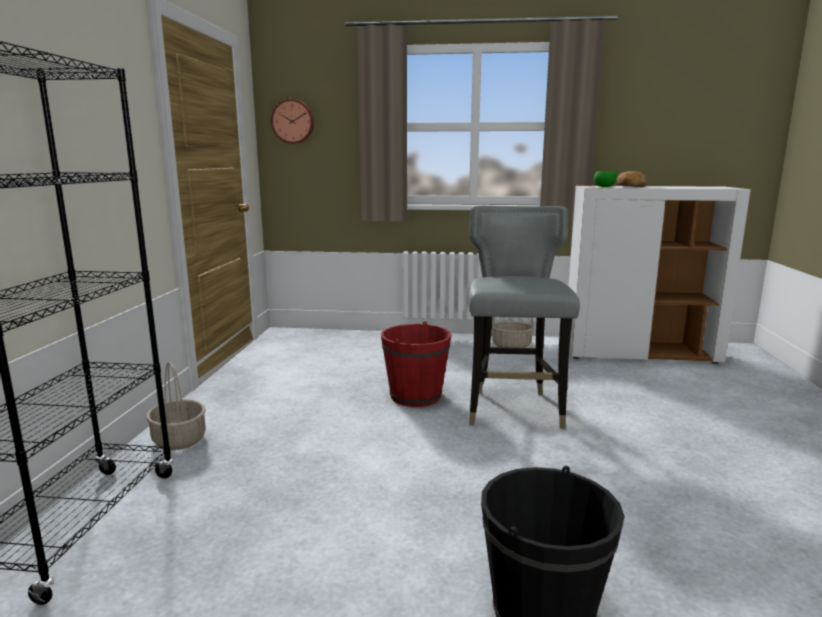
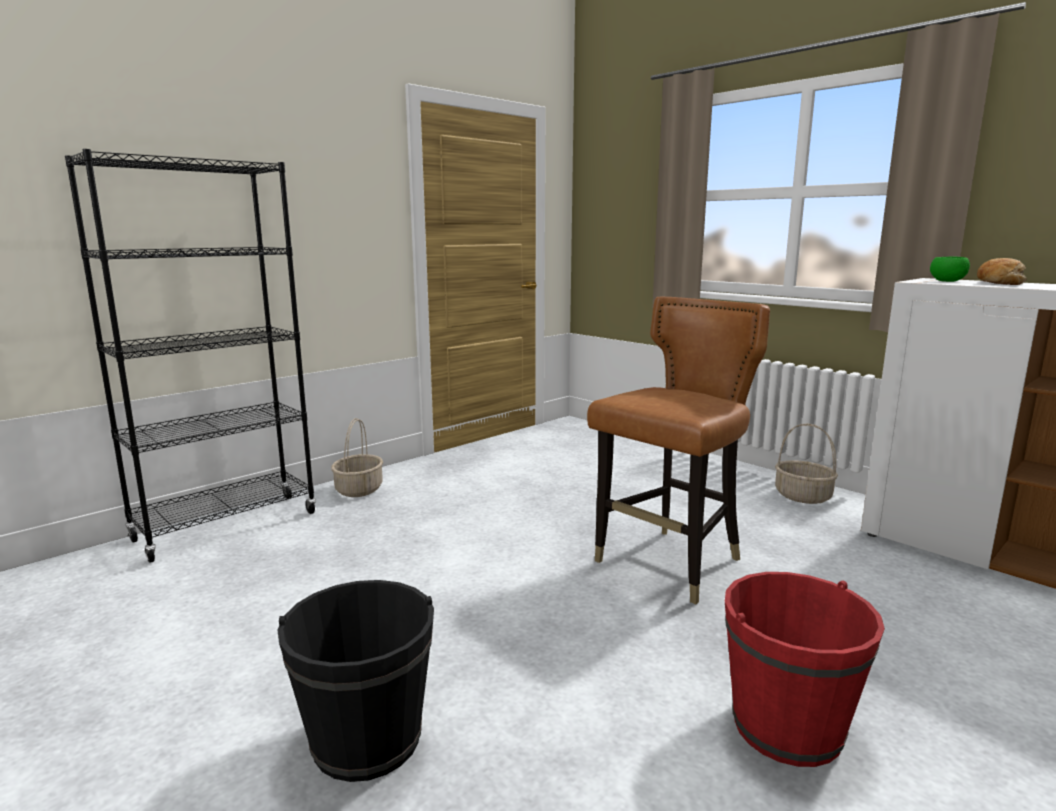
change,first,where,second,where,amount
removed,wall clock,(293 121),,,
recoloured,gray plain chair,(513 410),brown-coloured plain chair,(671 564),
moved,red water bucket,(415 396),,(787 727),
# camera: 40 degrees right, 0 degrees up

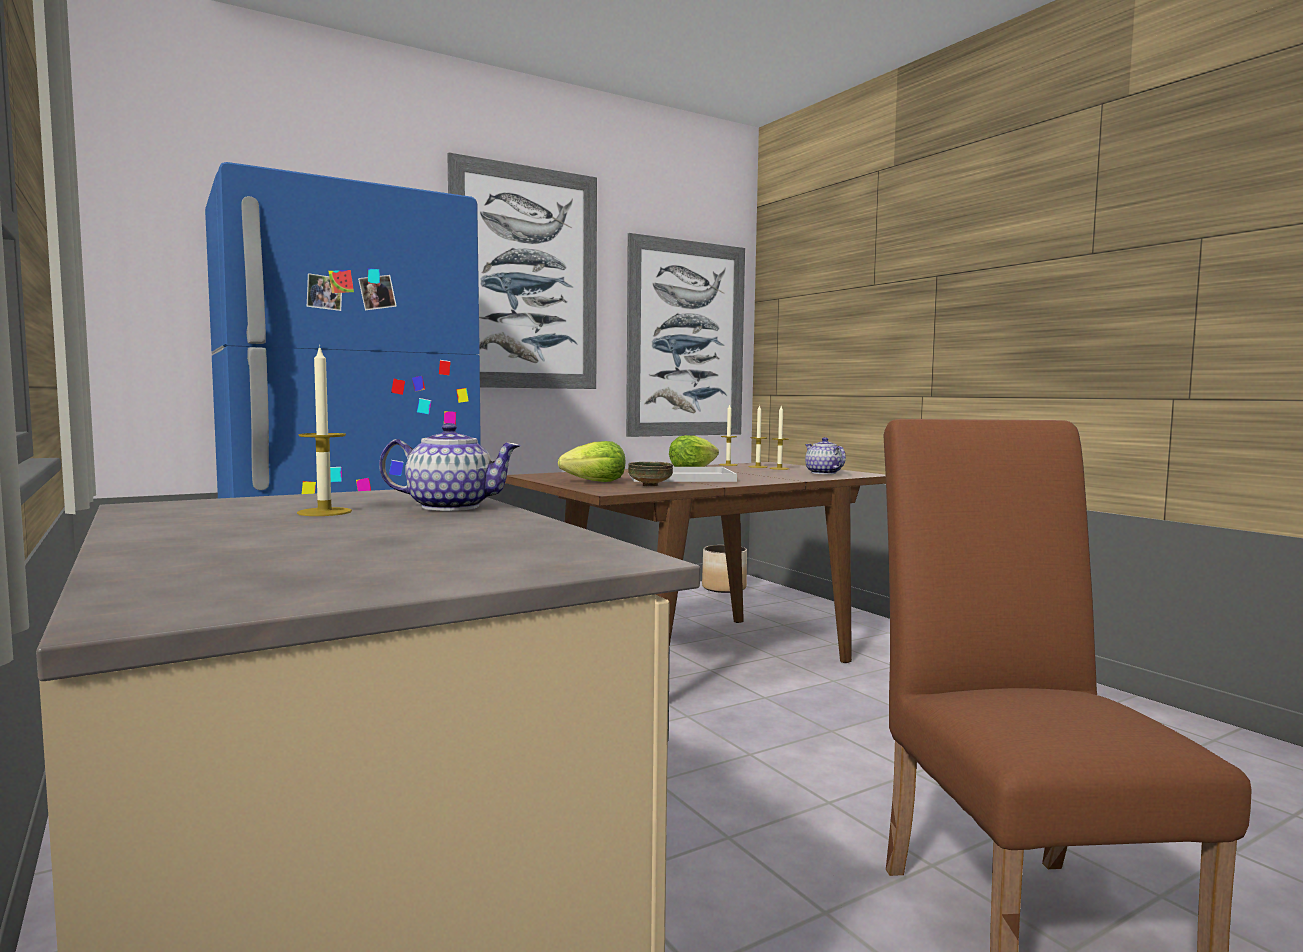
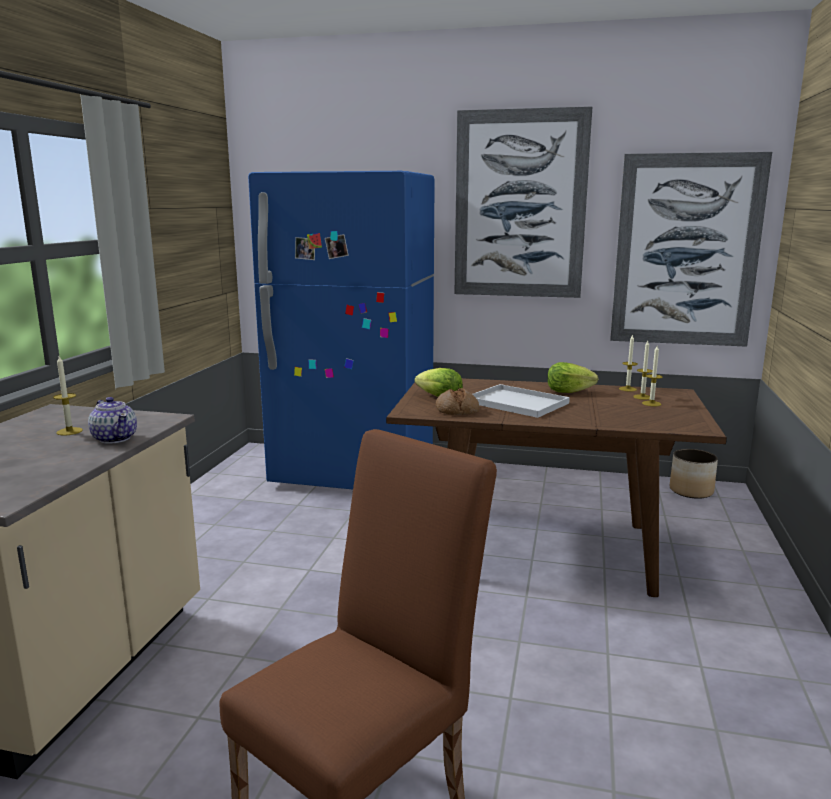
change,first,where,second,where,amount
removed,teapot,(823 473),,,
replaced,serving bowl,(650 485),baked bread,(457 410),
# camera: 45 degrees right, 10 degrees up

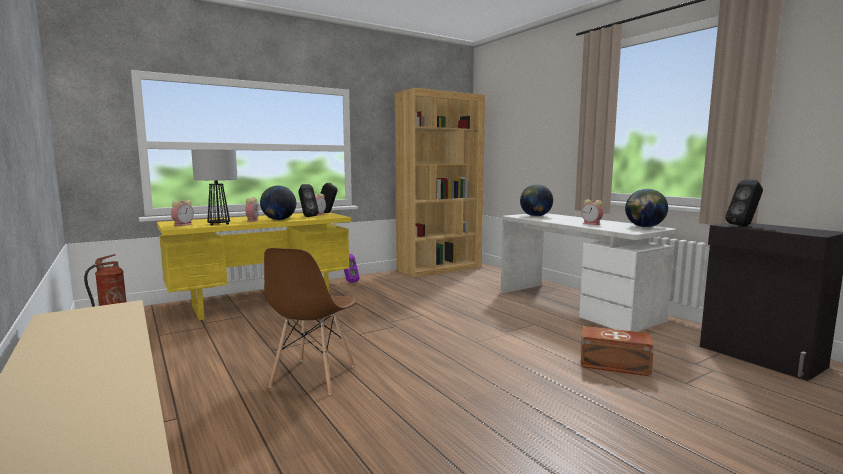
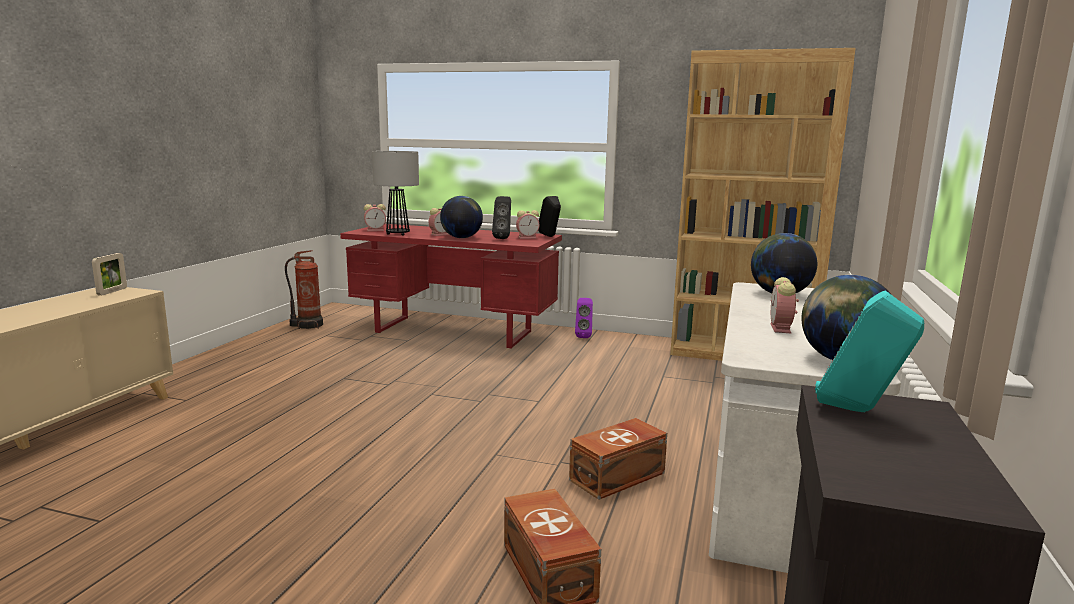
change,first,where,second,where,amount
recoloured,black audio speaker,(744 226),blue-green audio speaker,(859 411),
recoloured,yellow-coloured desk unit,(263 302),red desk unit,(455 331),
removed,brown-coloured plain chair,(313 377),,,
added,,,standing frame,(112 291),
added,,,brown-coloured storage box,(619 476),
# camera: 50 degrees right, 5 degrees up

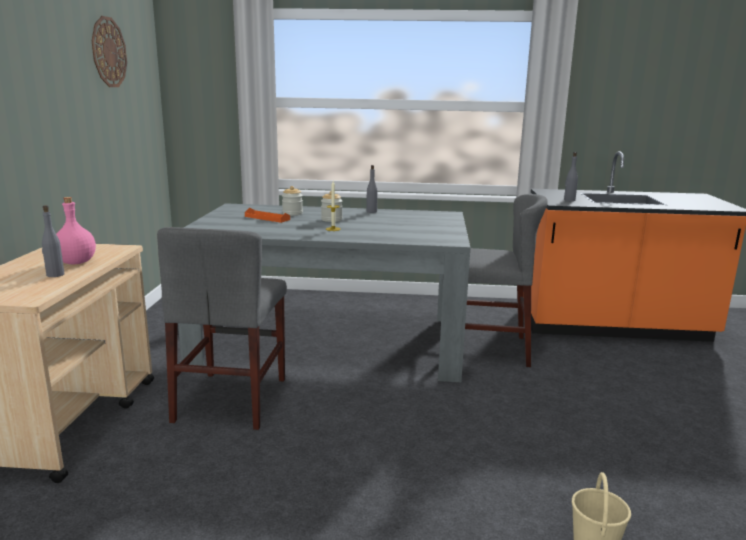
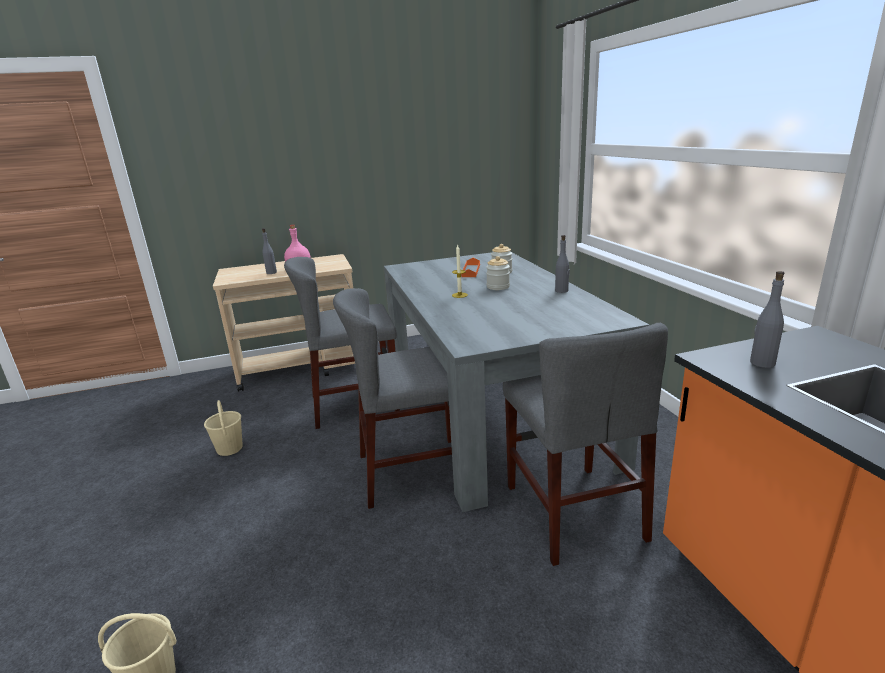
change,first,where,second,where,amount
removed,wall clock,(108 52),,,
added,,,gray plain chair,(414 470),
added,,,beige-coloured water bucket,(229 448),
# camera: 70 degrees right, 5 degrees up

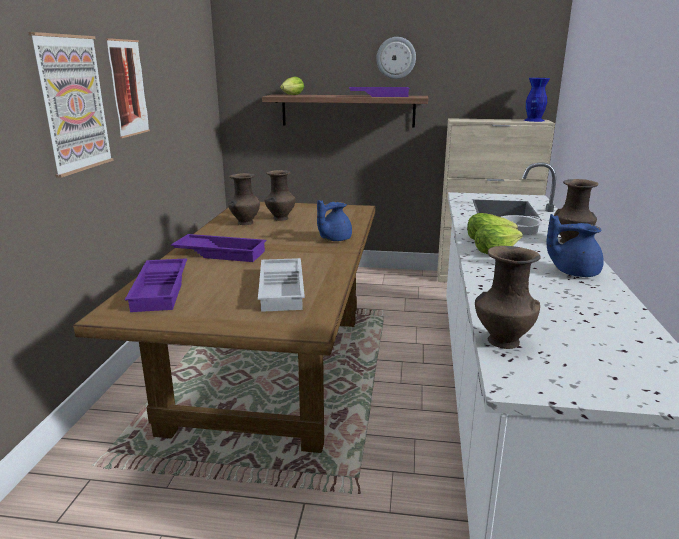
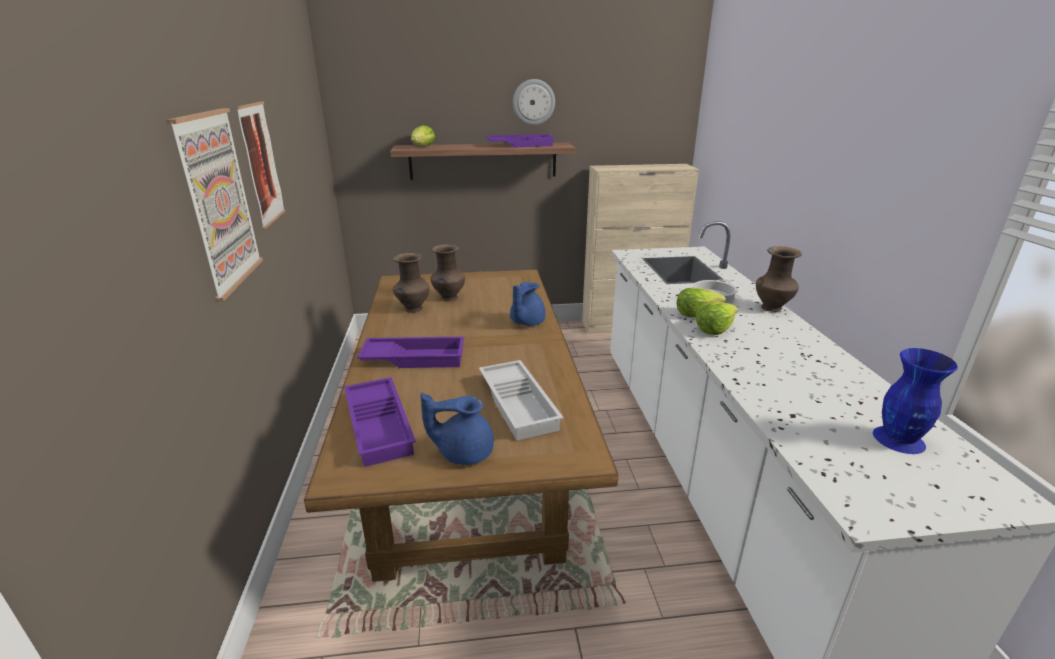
change,first,where,second,where,amount
moved,blue flower vase,(534 120),,(899 440),
moved,blue teapot,(573 272),,(463 452),
removed,brown-coloured flower vase,(501 341),,,
# camera: 15 degrees left, 5 degrees up

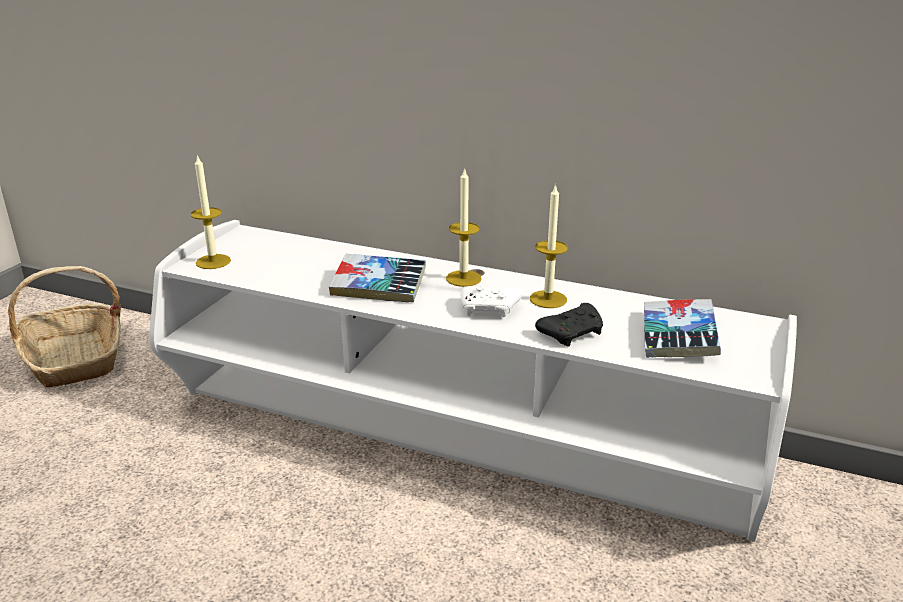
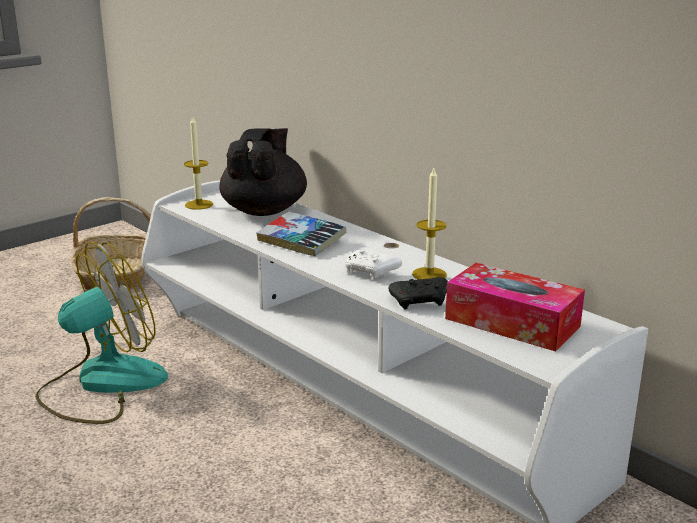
change,first,where,second,where,amount
removed,candle,(463 278),,,
replaced,book,(678 337),tissue holder,(512 322),
added,,,black teapot,(264 210),
added,,,electric fan,(102 384),
# camera: 25 degrees right, 5 degrees down

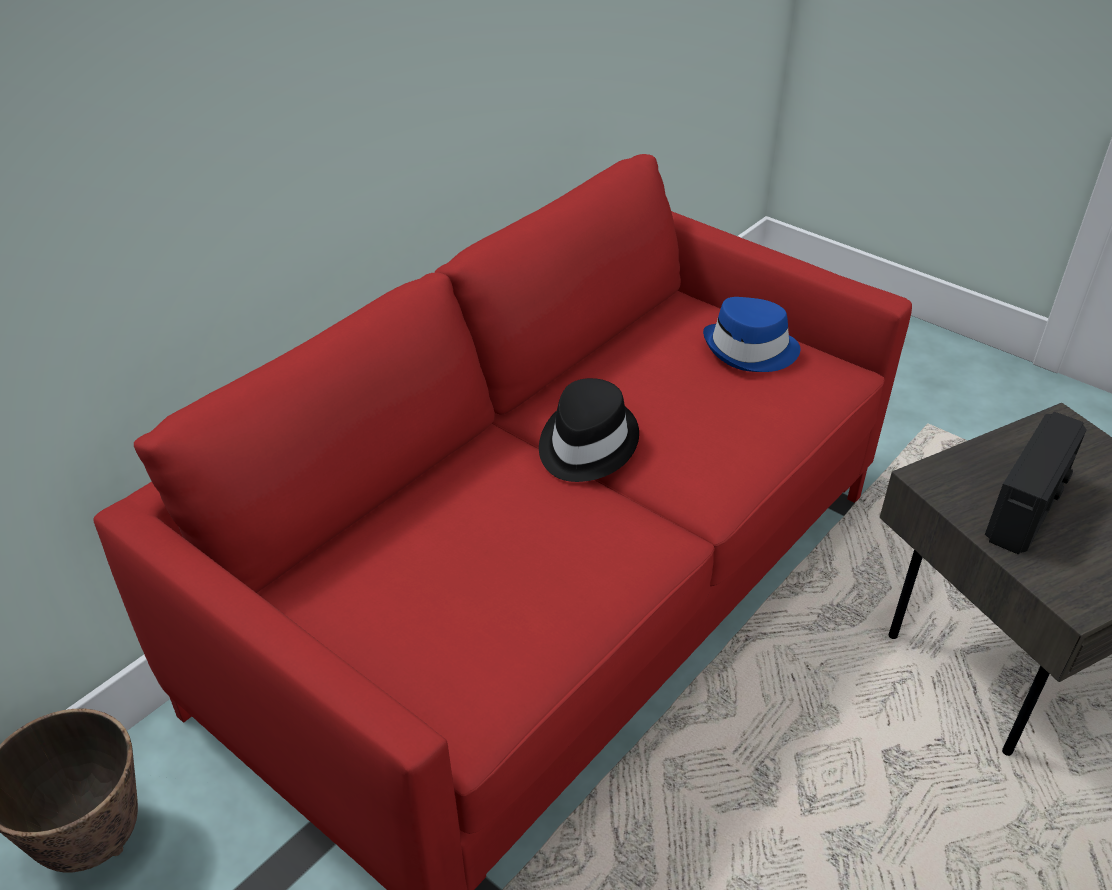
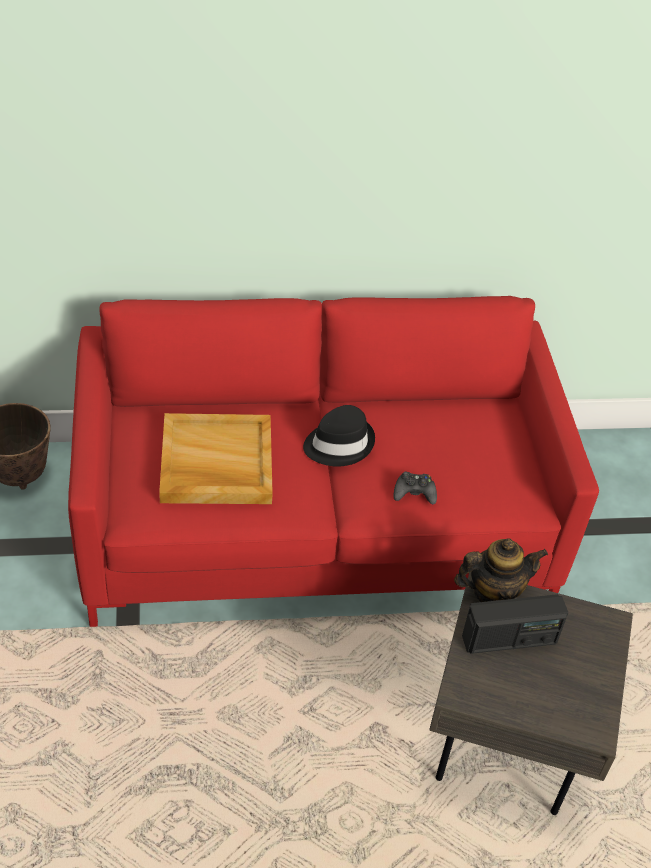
change,first,where,second,where,amount
removed,blue wearable hat,(751 350),,,
added,,,beige-coloured serving tray,(215 463),
added,,,black gamepad,(414 492),
added,,,teapot,(493 592),
# camera: 40 degrees right, 5 degrees up

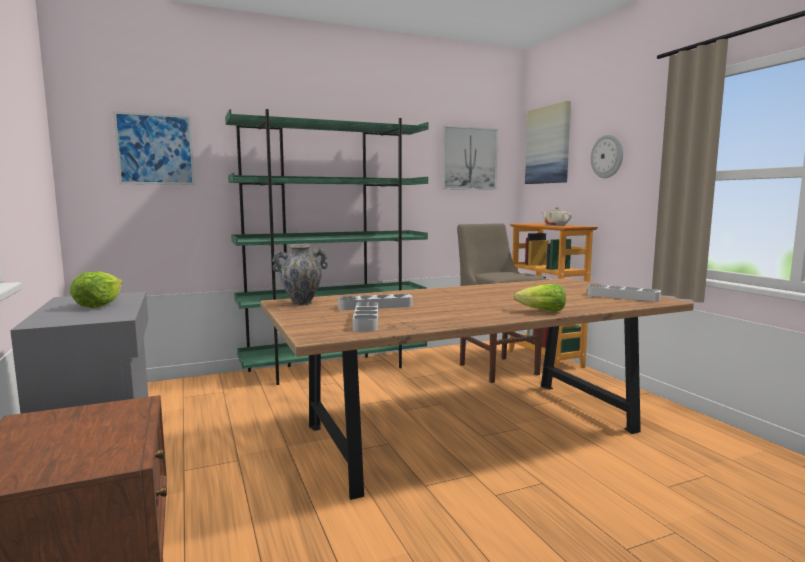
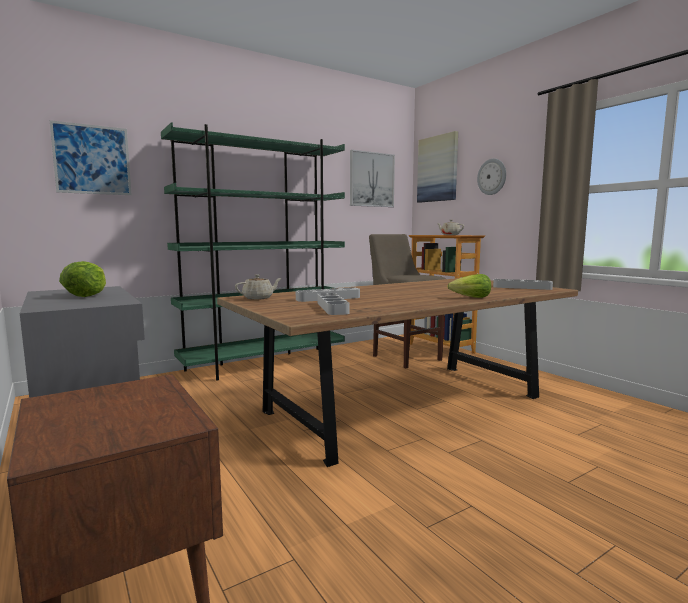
change,first,where,second,where,amount
replaced,flower vase,(301 303),beige-coloured teapot,(258 298),
# camera: 10 degrees left, 0 degrees up

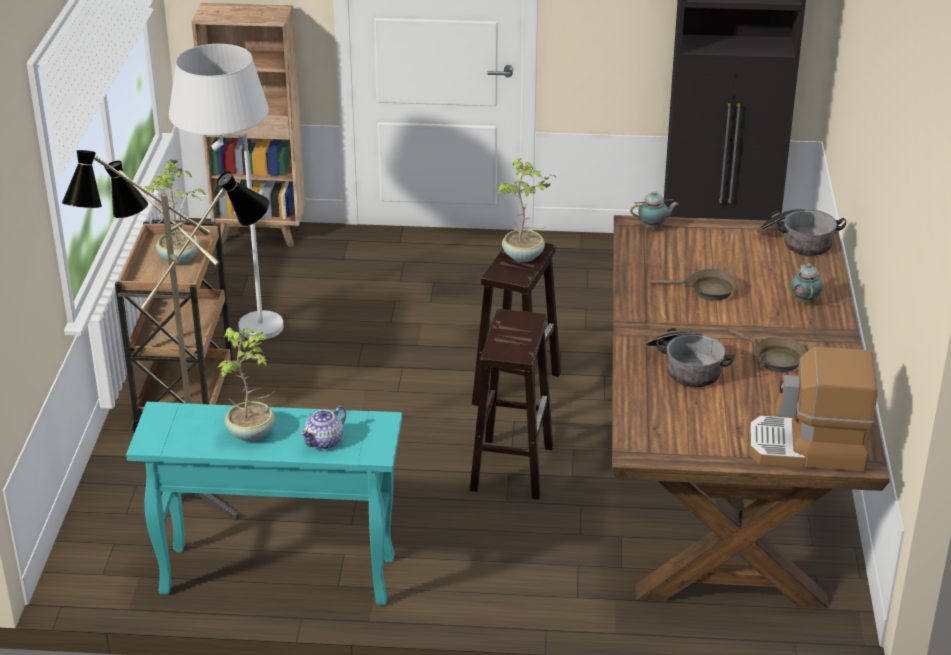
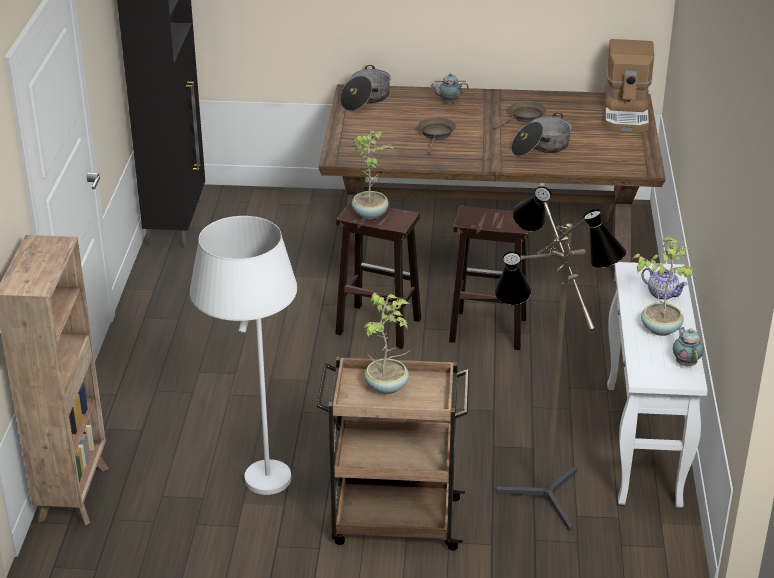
change,first,where,second,where,amount
moved,teapot,(653 228),,(685 363),
recoloured,blue-green hall table,(276 576),whitish hall table,(643 445),
# camera: 90 degrees left, 0 degrees up

